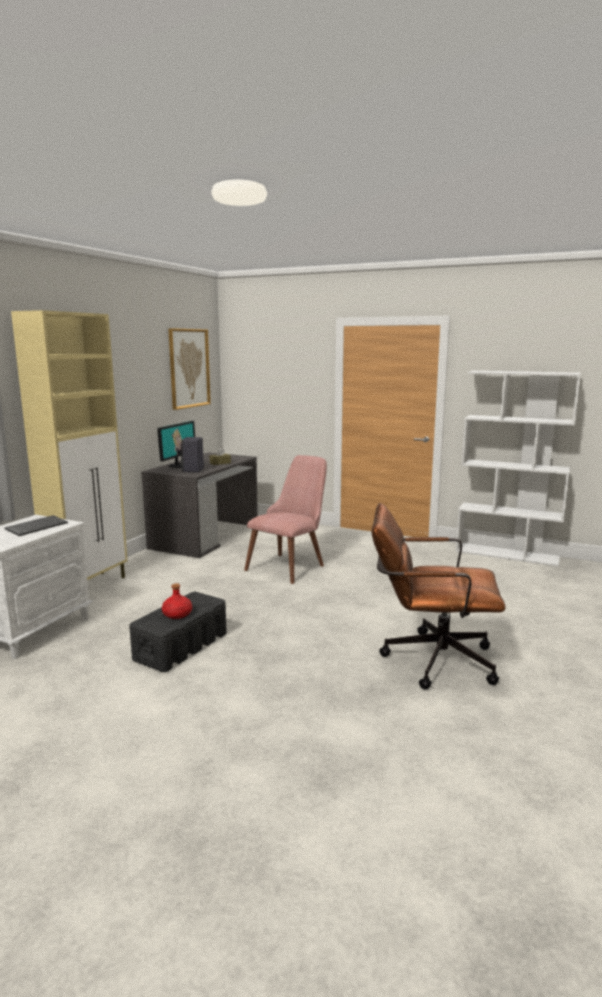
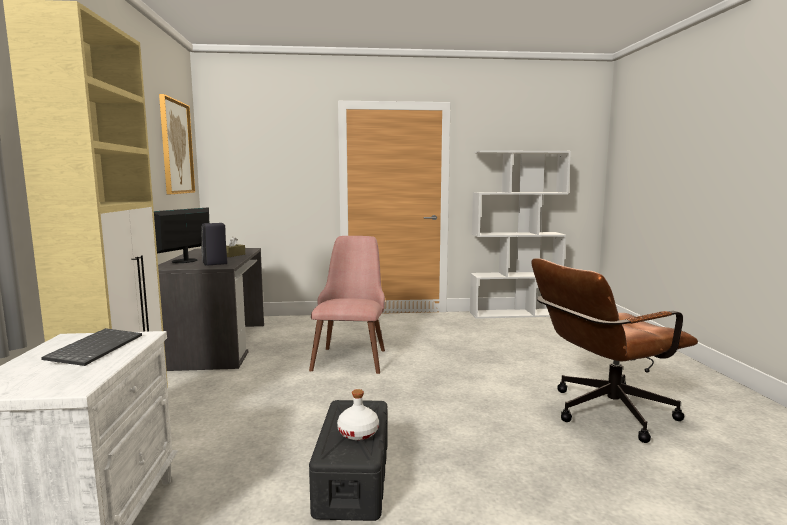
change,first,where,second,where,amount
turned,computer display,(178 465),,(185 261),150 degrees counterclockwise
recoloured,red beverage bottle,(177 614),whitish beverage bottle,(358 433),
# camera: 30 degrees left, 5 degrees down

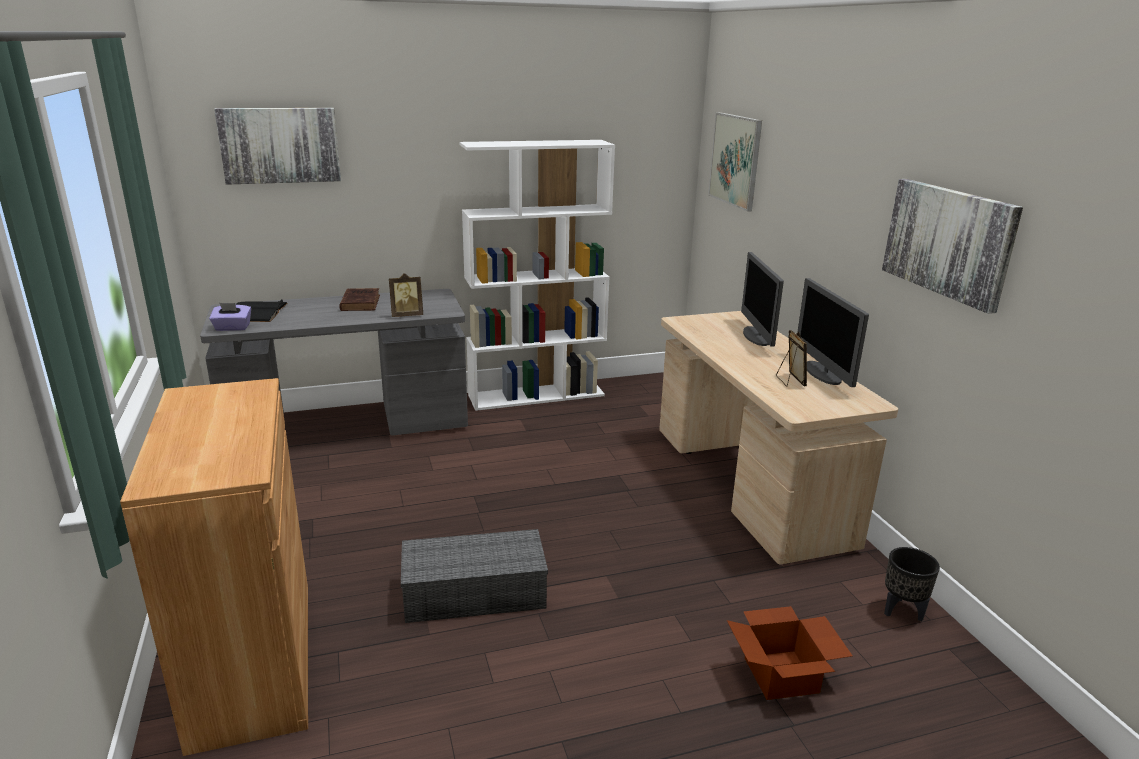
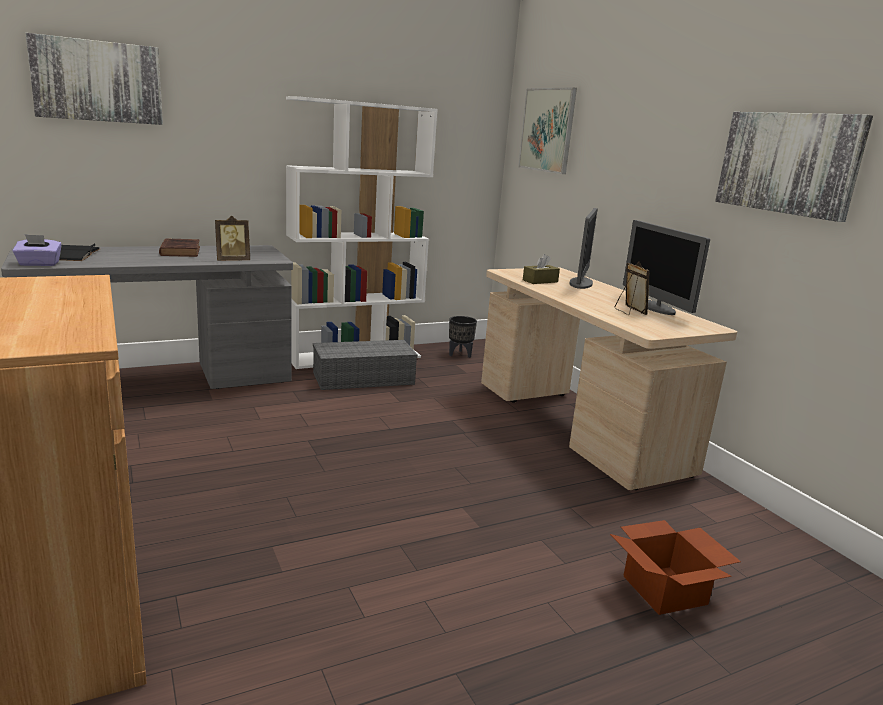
change,first,where,second,where,amount
turned,computer display,(756 337),,(581 283),150 degrees counterclockwise
moved,gray storage box,(472 594),,(362 379),
moved,black planter,(902 611),,(460 354),
added,,,brown-coloured tissue holder,(540 281),
# camera: 10 degrees left, 5 degrees down

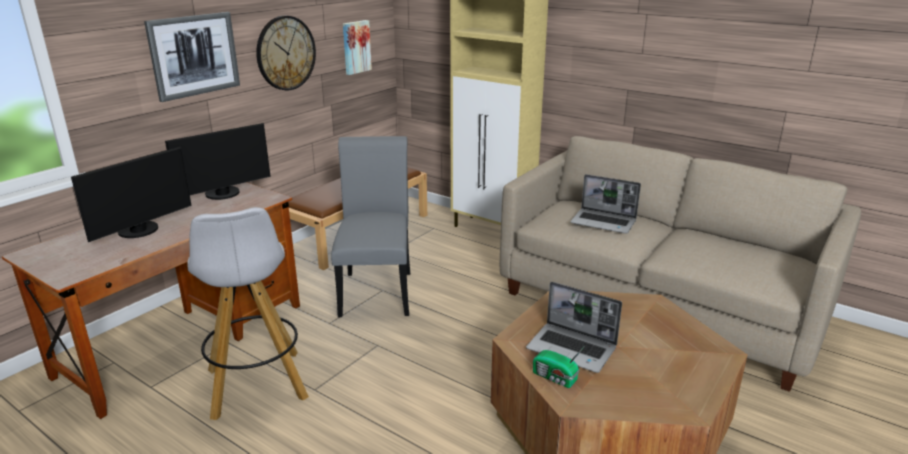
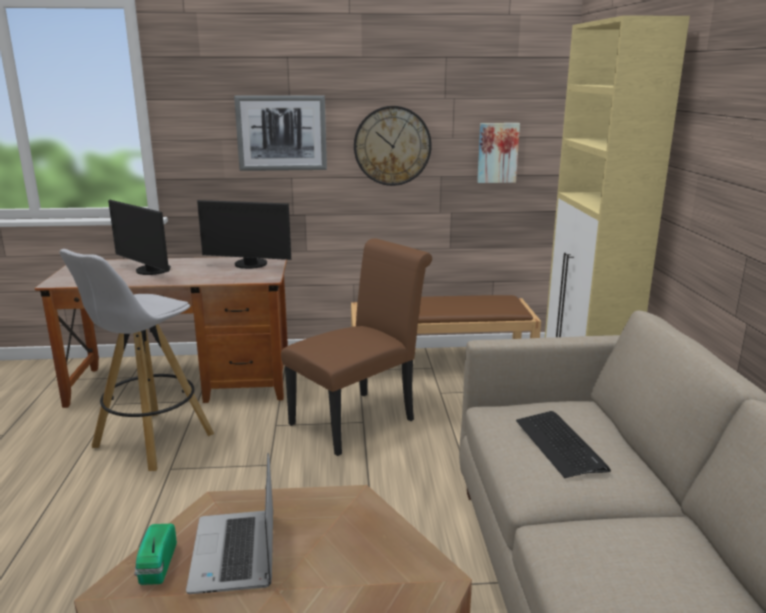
change,first,where,second,where,amount
recoloured,gray plain chair,(377 290),brown-coloured plain chair,(359 419),
turned,computer display,(141 231),,(149 271),45 degrees clockwise
replaced,notebook computer,(604 222),keyboard,(560 445),
# camera: 50 degrees right, 5 degrees down

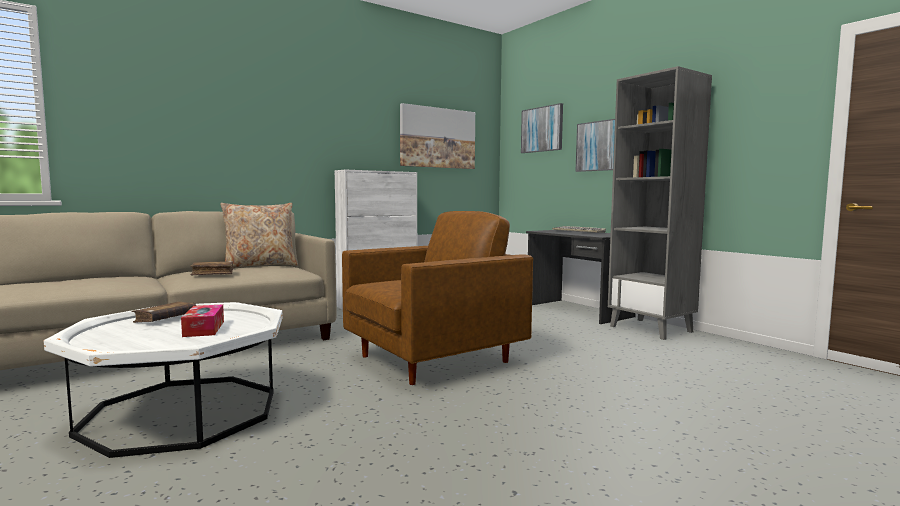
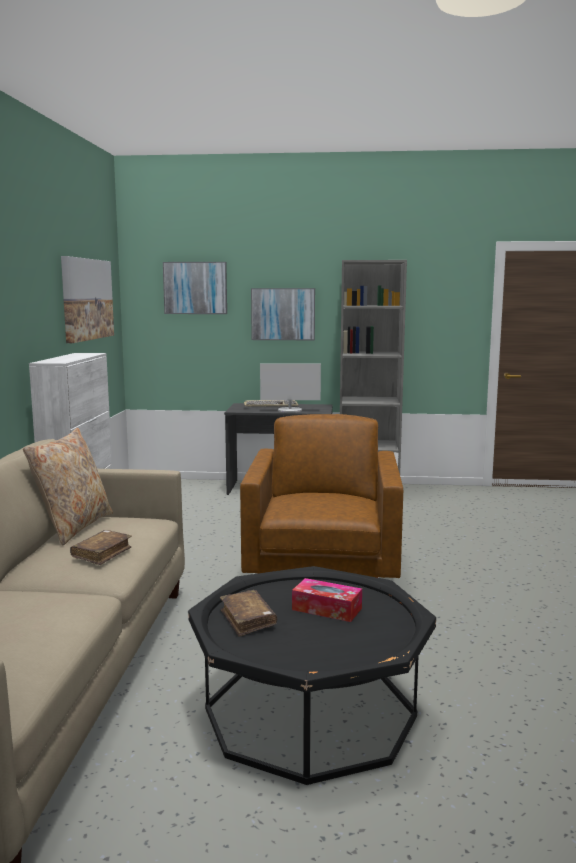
change,first,where,second,where,amount
recoloured,whitish lounge table,(182 412),black lounge table,(310 712),
added,,,computer display,(290 410),
# camera: 50 degrees left, 5 degrees up

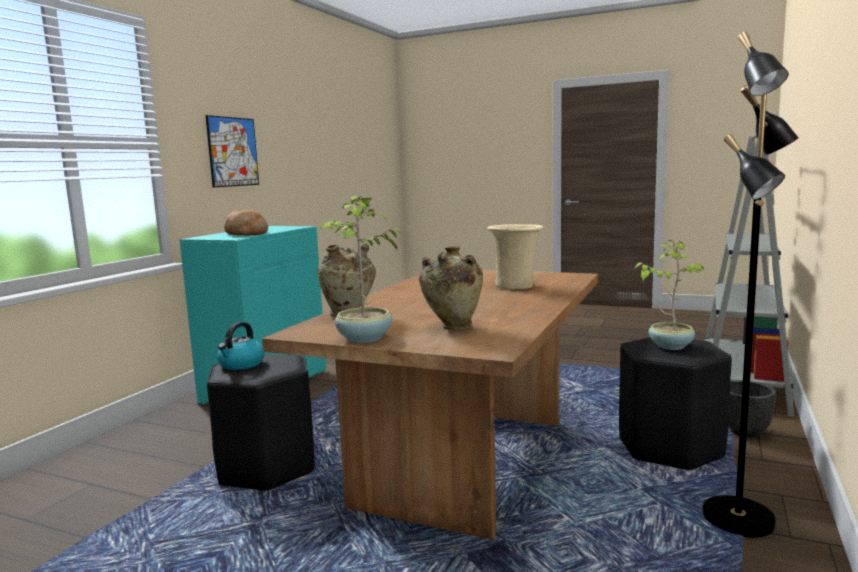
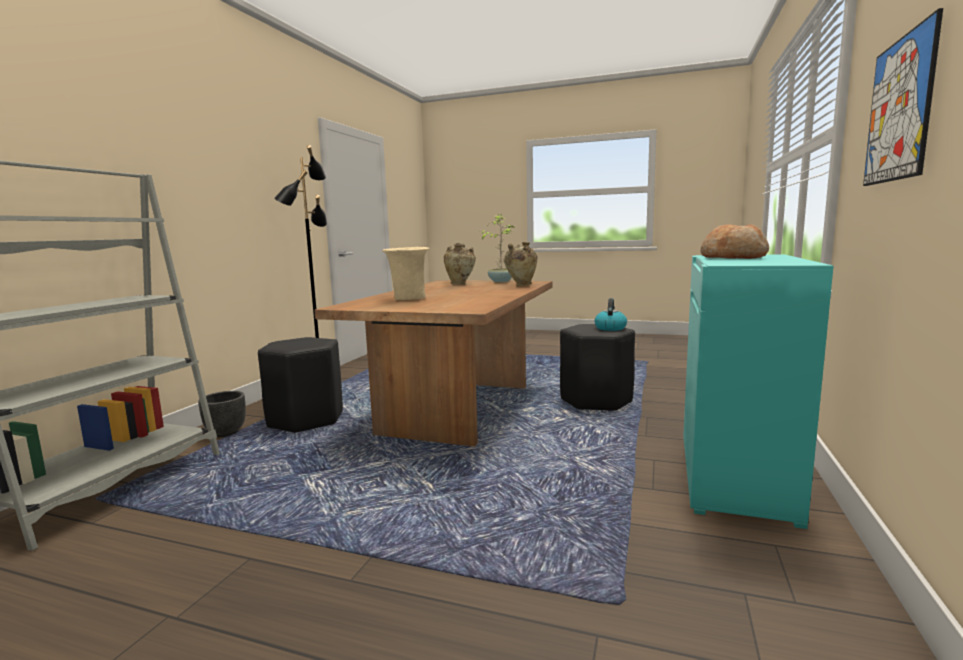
change,first,where,second,where,amount
removed,houseplant,(670 346),,,
# camera: 175 degrees right, 0 degrees up

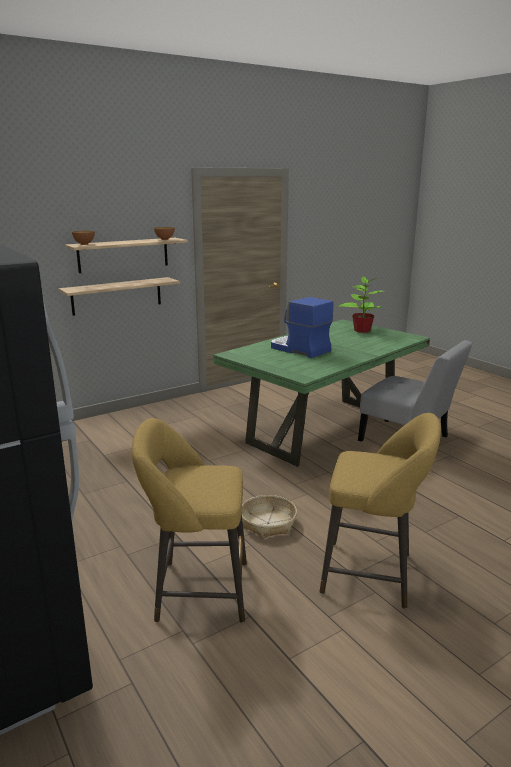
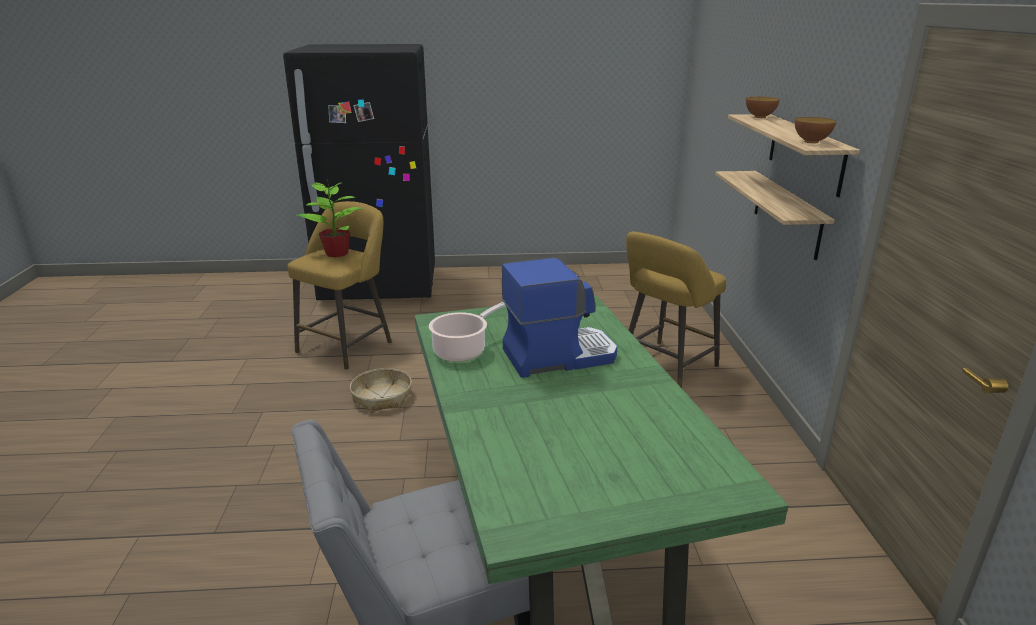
change,first,where,second,where,amount
moved,houseplant,(361 330),,(337 253),
moved,yellow-coloured stool,(373 575),,(665 368),
added,,,cooking pot,(462 350),
# camera: 120 degrees right, 5 degrees up

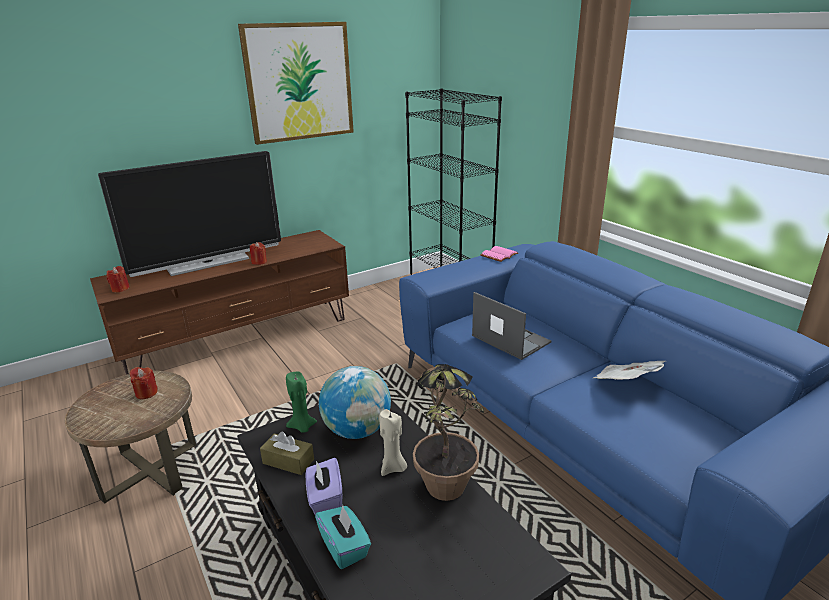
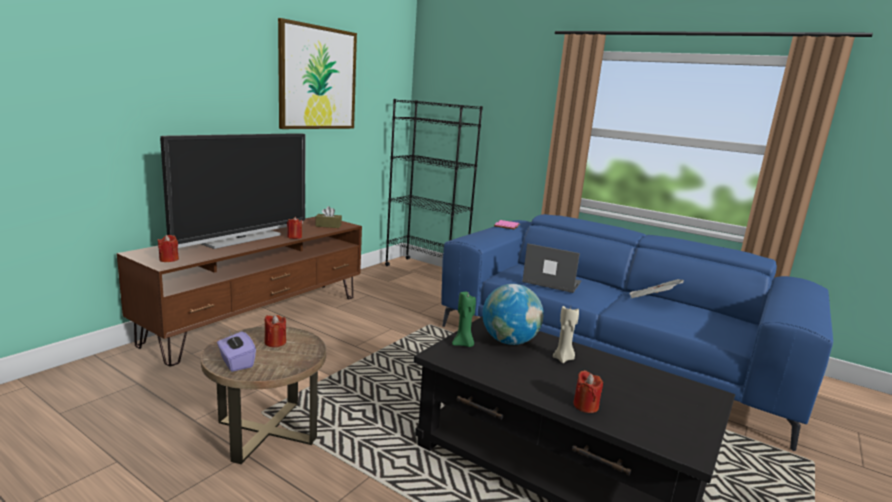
change,first,where,second,where,amount
removed,houseplant,(444 497),,,
moved,brown-coloured tissue holder,(288 461),,(328 226),
moved,purple tissue holder,(325 498),,(236 362),
replaced,blue-green tissue holder,(344 547),red candle,(585 406),
# camera: 25 degrees left, 10 degrees down

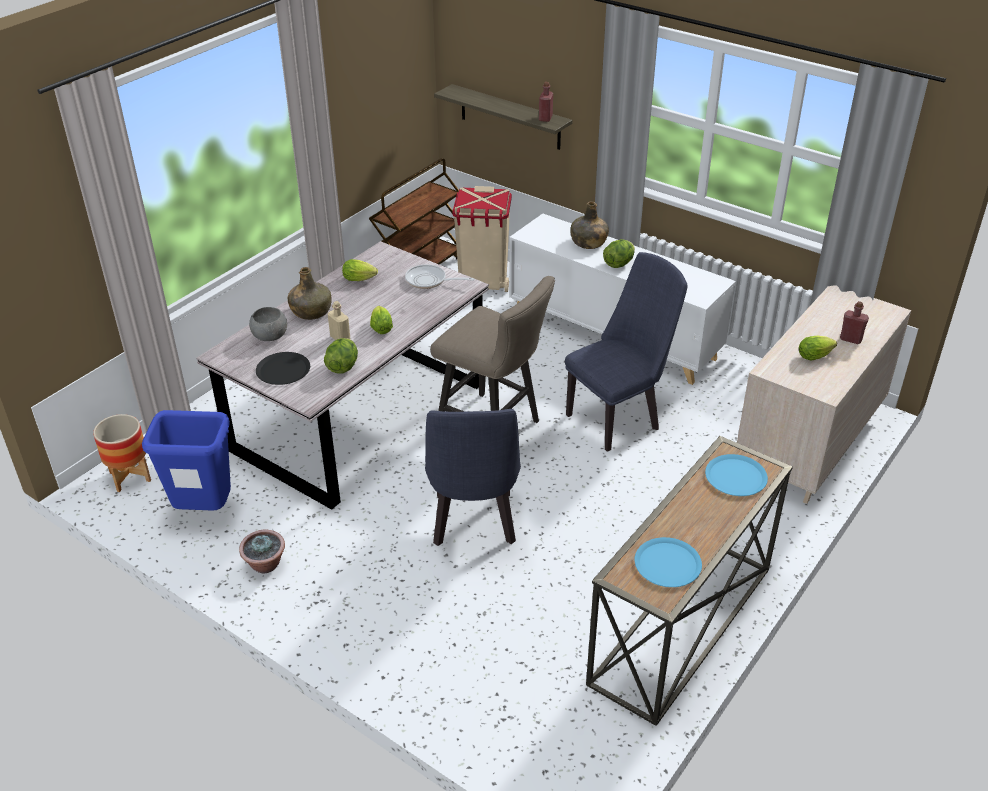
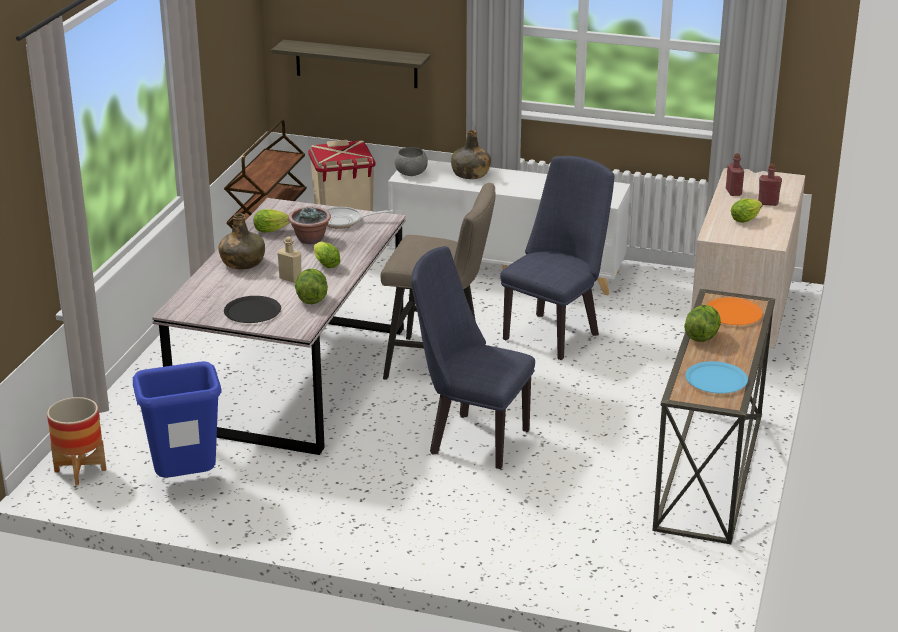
change,first,where,second,where,amount
moved,red beverage bottle,(545 118),,(733 192),
moved,head of lettuce,(618 264),,(701 336),
moved,gray serving bowl,(270 336),,(411 173),
turned,blue plain chair,(474 525),,(471 439),135 degrees clockwise
recoloured,blue plate,(735 476),orange plate,(733 313),
moved,houseplant,(265 565),,(310 239),
# camera: 20 degrees left, 10 degrees down

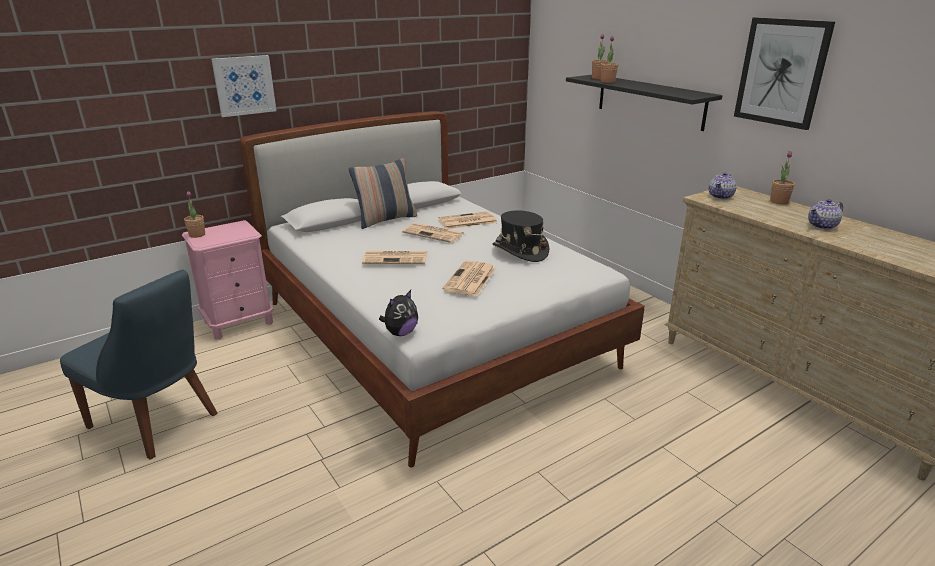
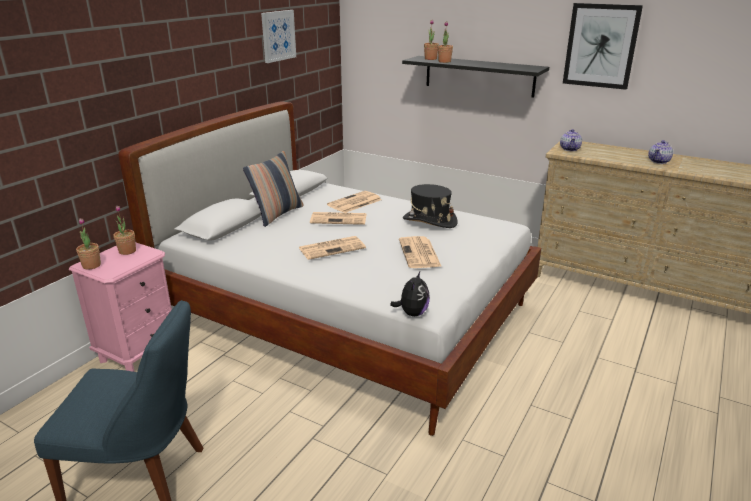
change,first,where,second,where,amount
moved,wall picture,(244 85),,(278 36),
moved,houseplant,(779 201),,(127 251),
# camera: 25 degrees left, 0 degrees up

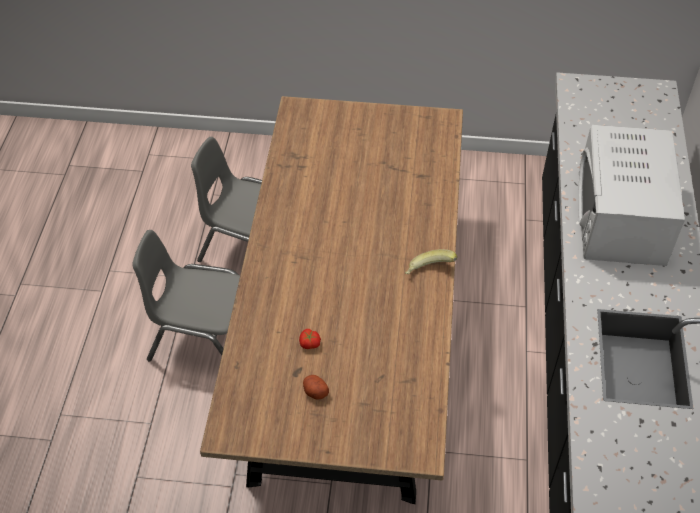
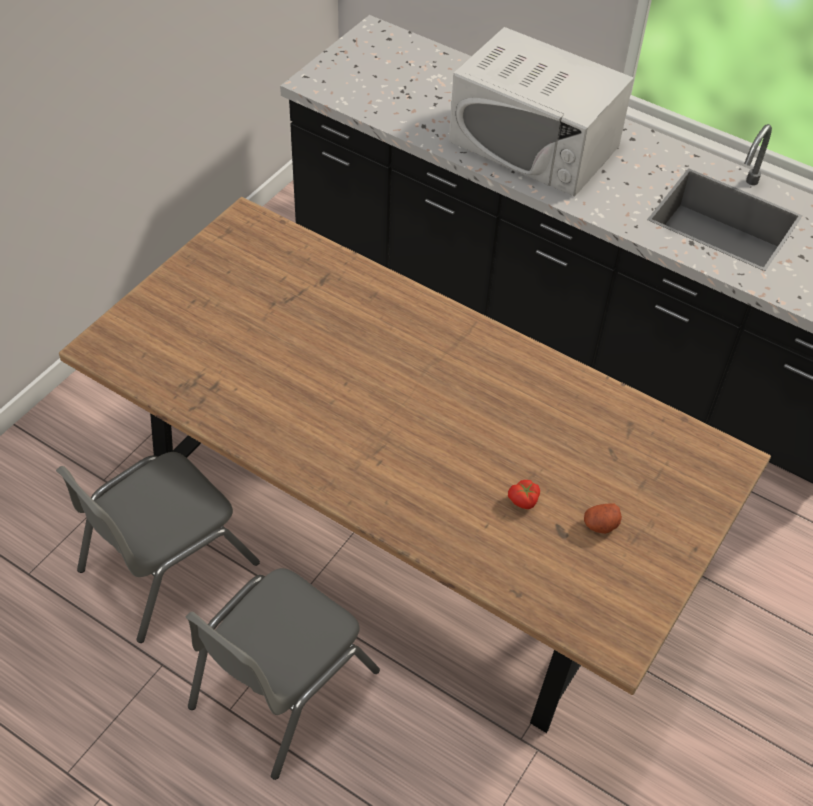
change,first,where,second,where,amount
removed,whole banana,(429 272),,,
# camera: 65 degrees left, 0 degrees up

